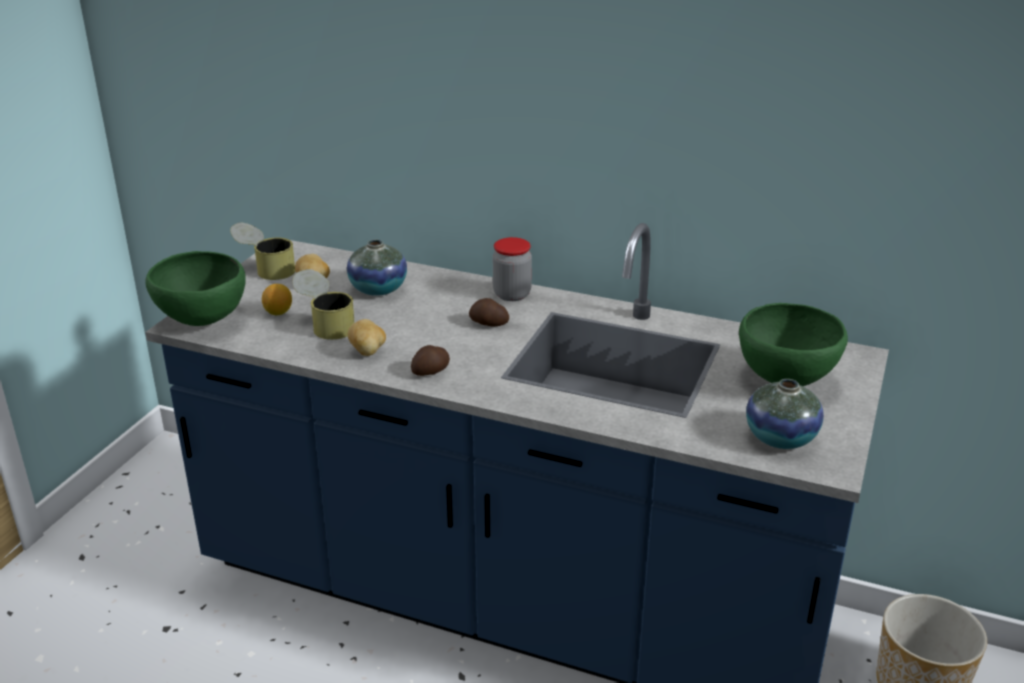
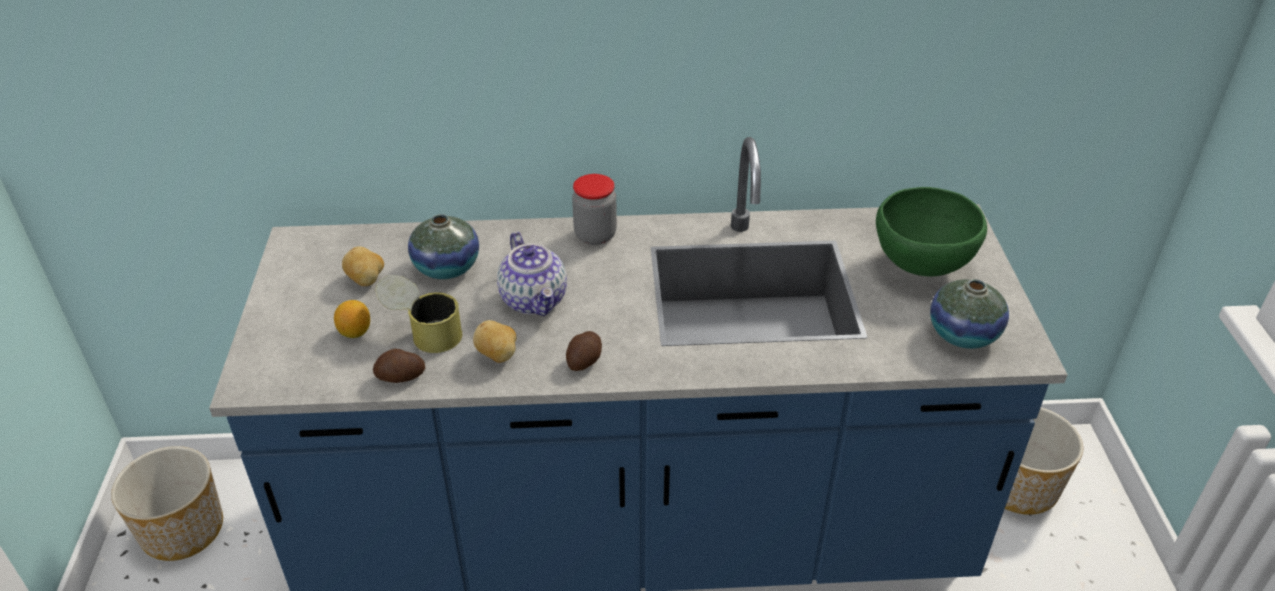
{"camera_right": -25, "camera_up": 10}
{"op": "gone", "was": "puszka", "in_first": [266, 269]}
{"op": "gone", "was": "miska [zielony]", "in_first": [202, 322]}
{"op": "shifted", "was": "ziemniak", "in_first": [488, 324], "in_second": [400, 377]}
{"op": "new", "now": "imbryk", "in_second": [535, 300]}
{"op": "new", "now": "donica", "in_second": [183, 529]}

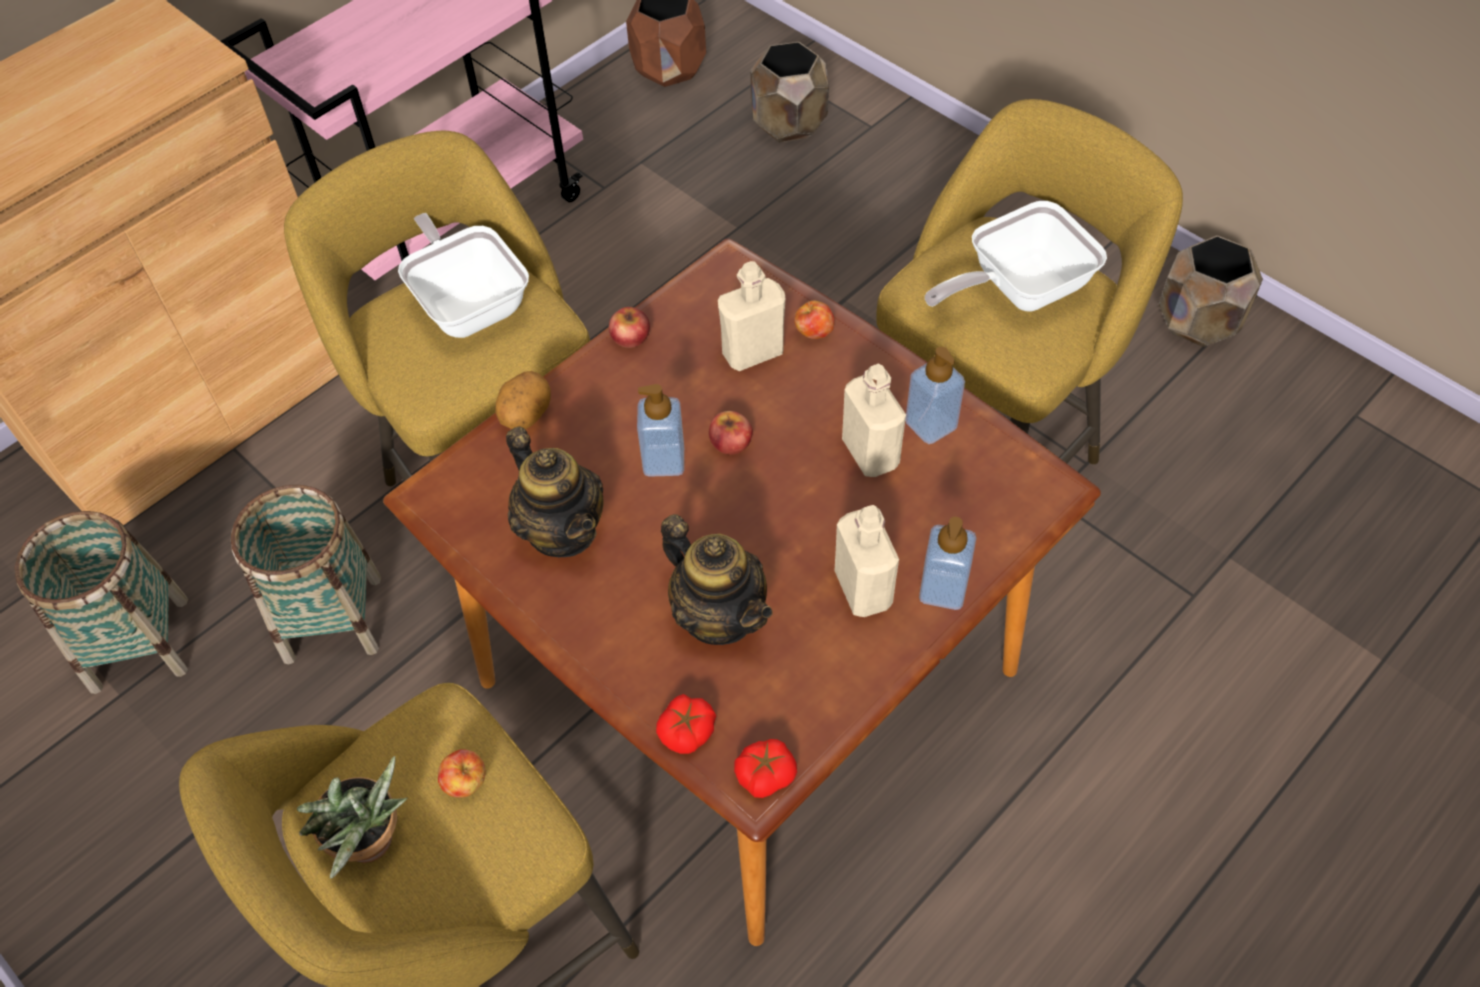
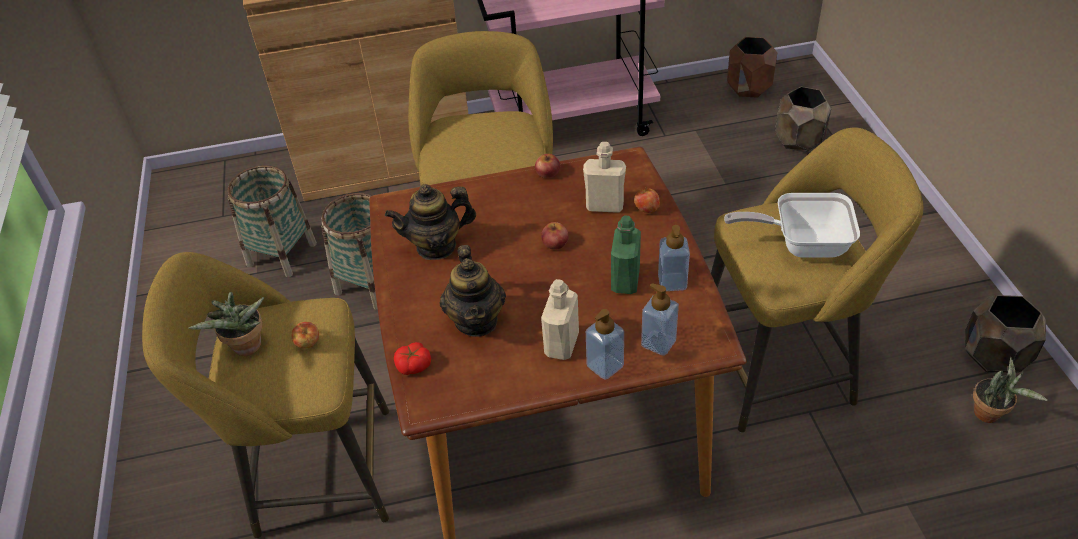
{"camera_right": 35, "camera_up": -10}
{"op": "gone", "was": "patelnia", "in_first": [467, 301]}
{"op": "repainted", "was": "butelka [beżowy]", "now": "butelka [zielony]", "in_first": [870, 453], "in_second": [625, 281]}
{"op": "gone", "was": "ziemniak", "in_first": [526, 415]}
{"op": "shifted", "was": "dozownik mydła", "in_first": [664, 461], "in_second": [658, 343]}
{"op": "rotated", "was": "imbryk", "in_first": [563, 530], "in_second": [436, 246], "clockwise": 75}
{"op": "gone", "was": "pomidor", "in_first": [765, 774]}
{"op": "new", "now": "roślina doniczkowa", "in_second": [990, 415]}

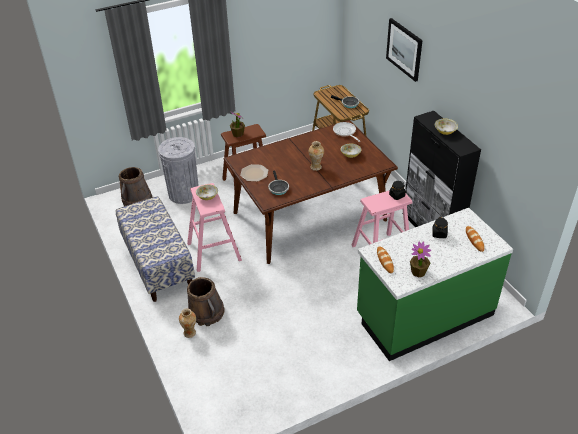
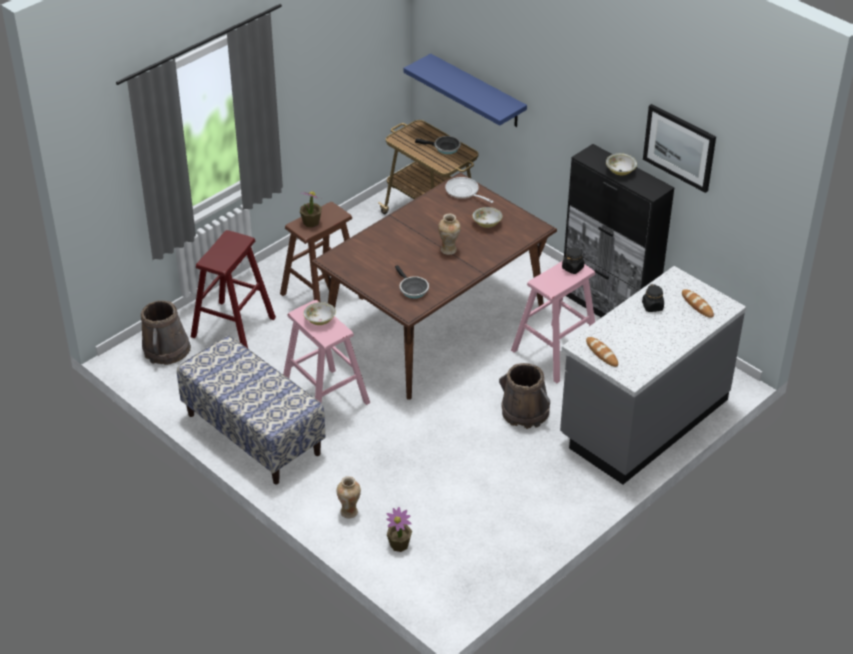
{"camera_right": -20, "camera_up": 0}
{"op": "shifted", "was": "obraz", "in_first": [404, 49], "in_second": [679, 147]}
{"op": "swapped", "was": "kosz na śmieci [szary]", "now": "stołek [czerwony]", "in_first": [183, 194], "in_second": [233, 327]}
{"op": "gone", "was": "talerz", "in_first": [254, 173]}
{"op": "repainted", "was": "zabudowa kuchenna [zielony]", "now": "zabudowa kuchenna [szary]", "in_first": [424, 315], "in_second": [643, 419]}
{"op": "shifted", "was": "roślina doniczkowa", "in_first": [418, 272], "in_second": [399, 544]}
{"op": "shifted", "was": "wiadro [brązowy]", "in_first": [206, 312], "in_second": [524, 412]}
{"op": "new", "now": "półka [niebieski]", "in_second": [477, 91]}

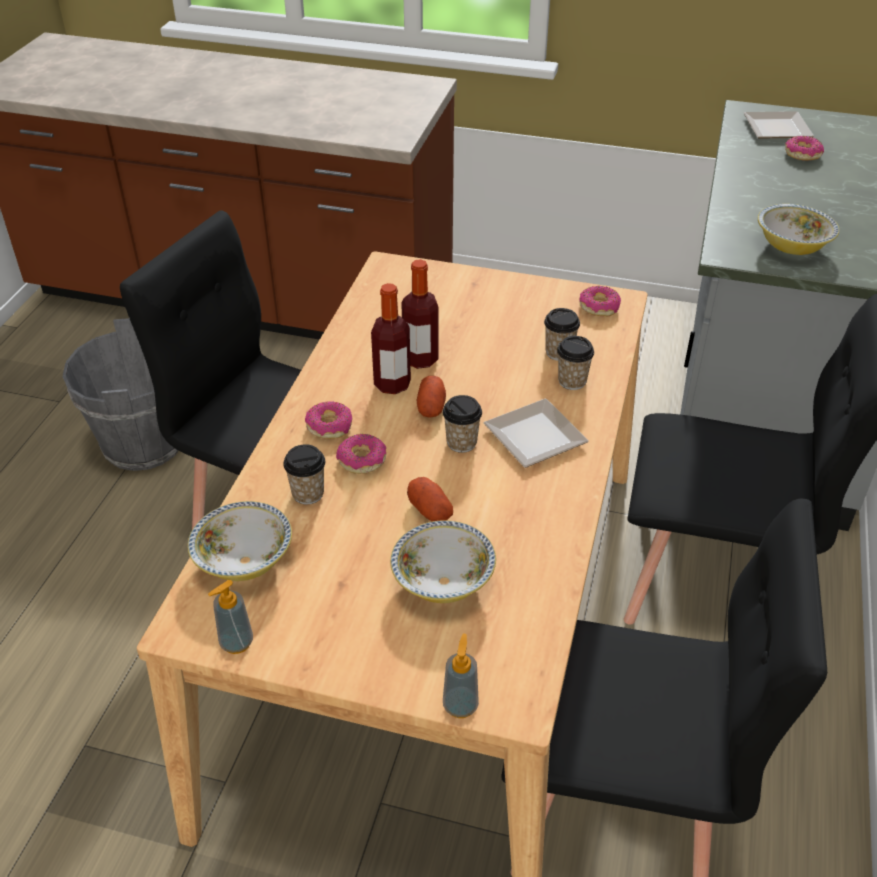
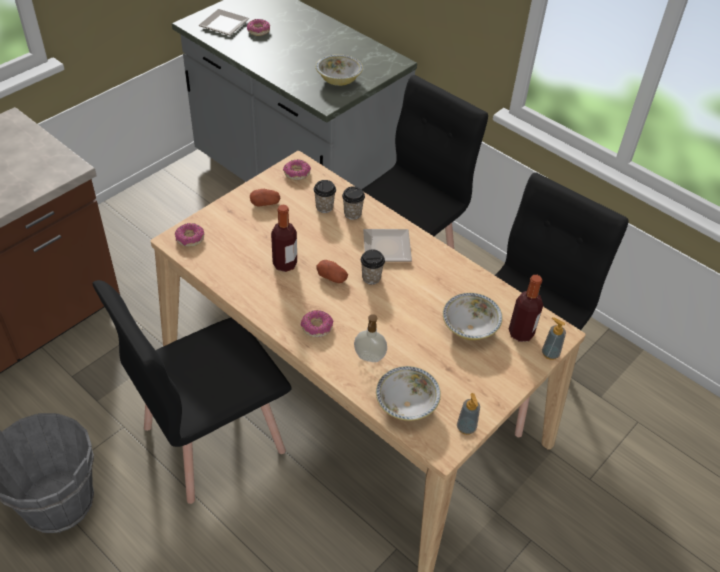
{"camera_right": -65, "camera_up": 5}
{"op": "shifted", "was": "butelka", "in_first": [392, 384], "in_second": [521, 333]}
{"op": "shifted", "was": "donut", "in_first": [362, 460], "in_second": [190, 239]}
{"op": "swapped", "was": "filiżanka", "now": "dozownik mydła", "in_first": [308, 493], "in_second": [369, 358]}
{"op": "shifted", "was": "ziemniak", "in_first": [430, 510], "in_second": [265, 203]}

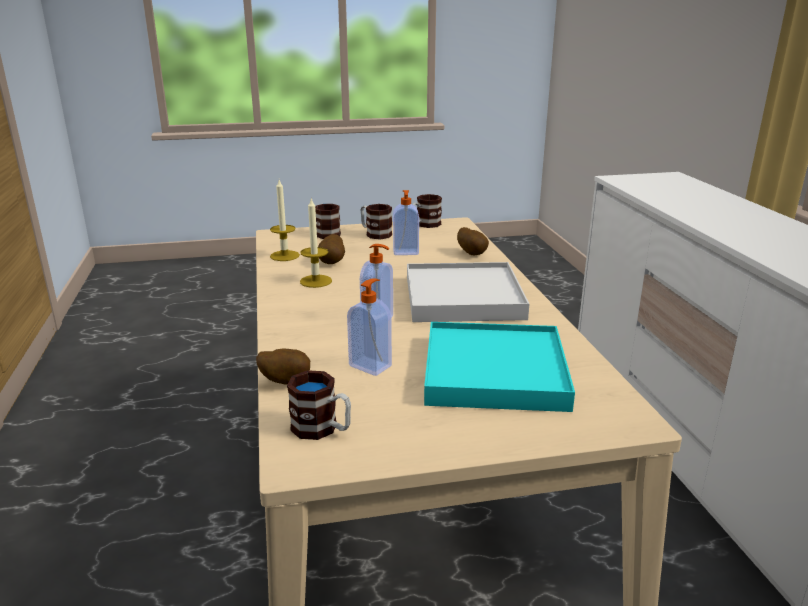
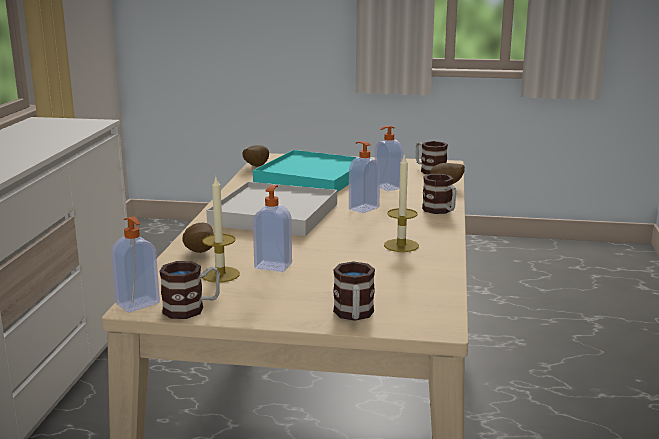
{"camera_right": -160, "camera_up": -5}
{"op": "shifted", "was": "świeca", "in_first": [284, 256], "in_second": [220, 274]}
{"op": "shifted", "was": "kubek", "in_first": [375, 234], "in_second": [440, 211]}
{"op": "shifted", "was": "ziemniak", "in_first": [332, 262], "in_second": [255, 166]}
{"op": "new", "now": "dozownik mydła", "in_second": [138, 304]}

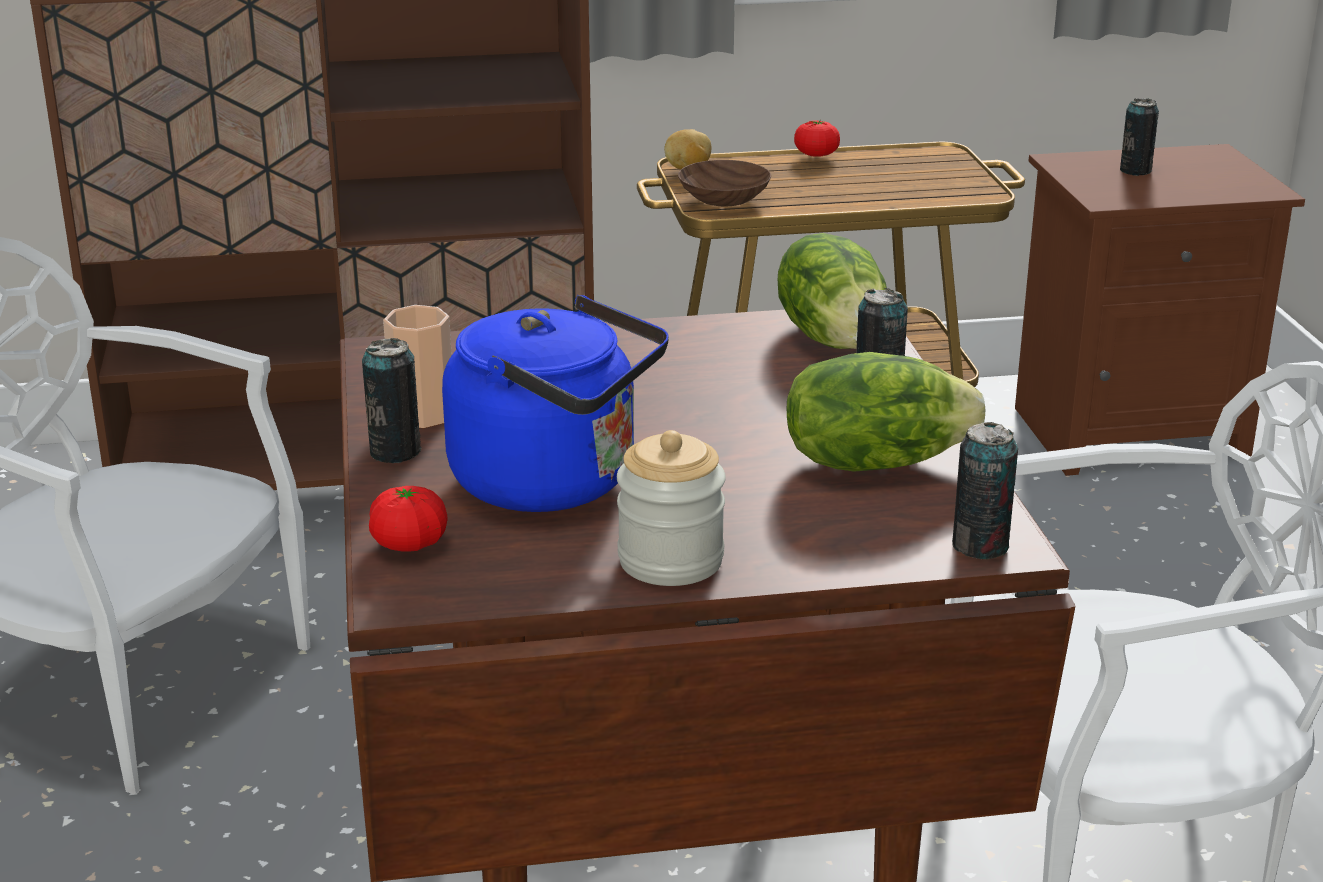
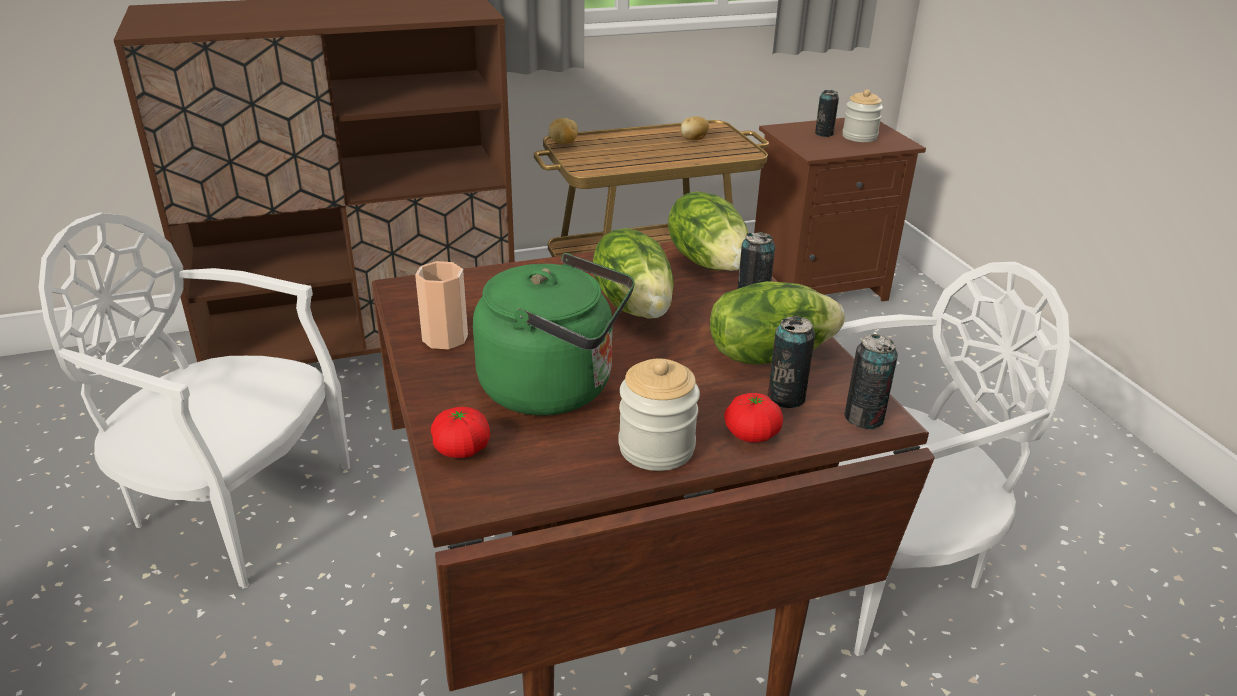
{"camera_right": -10, "camera_up": 5}
{"op": "shifted", "was": "pomidor", "in_first": [816, 154], "in_second": [751, 434]}
{"op": "gone", "was": "miska [brązowy]", "in_first": [726, 198]}
{"op": "repainted", "was": "czajnik [niebieski]", "now": "czajnik [zielony]", "in_first": [556, 483], "in_second": [555, 388]}
{"op": "shifted", "was": "puszka", "in_first": [395, 452], "in_second": [786, 397]}
{"op": "new", "now": "słoik", "in_second": [859, 137]}
{"op": "new", "now": "ziemniak", "in_second": [693, 139]}
{"op": "new", "now": "sałata", "in_second": [635, 305]}

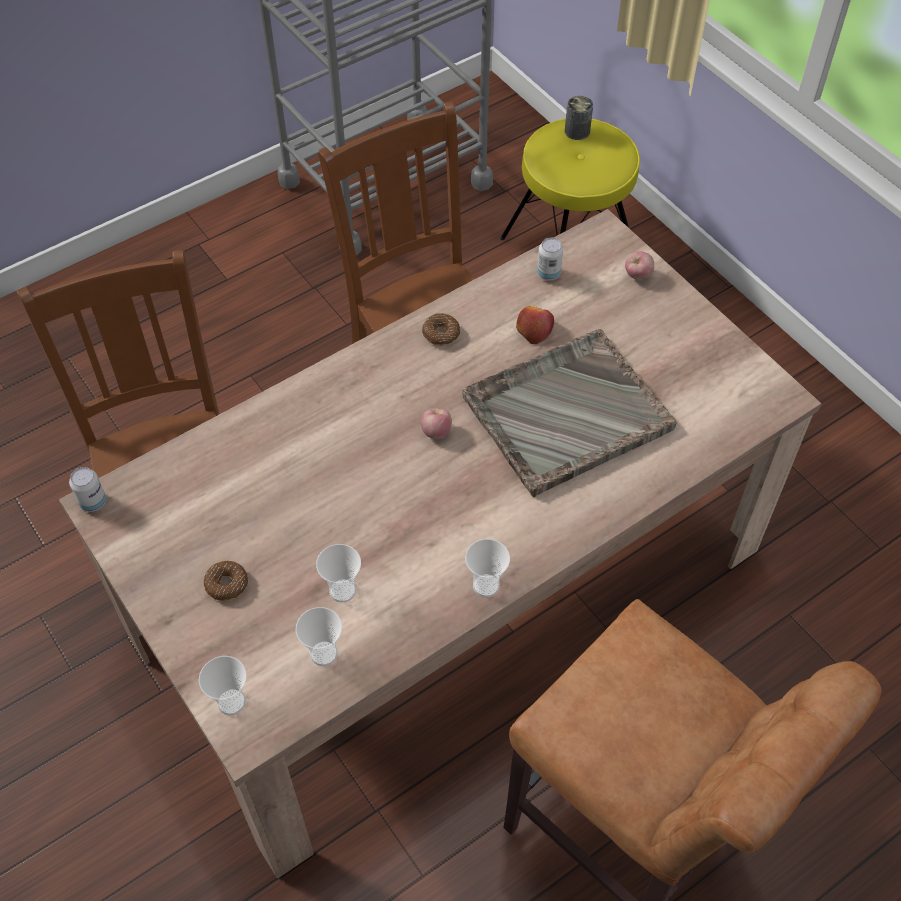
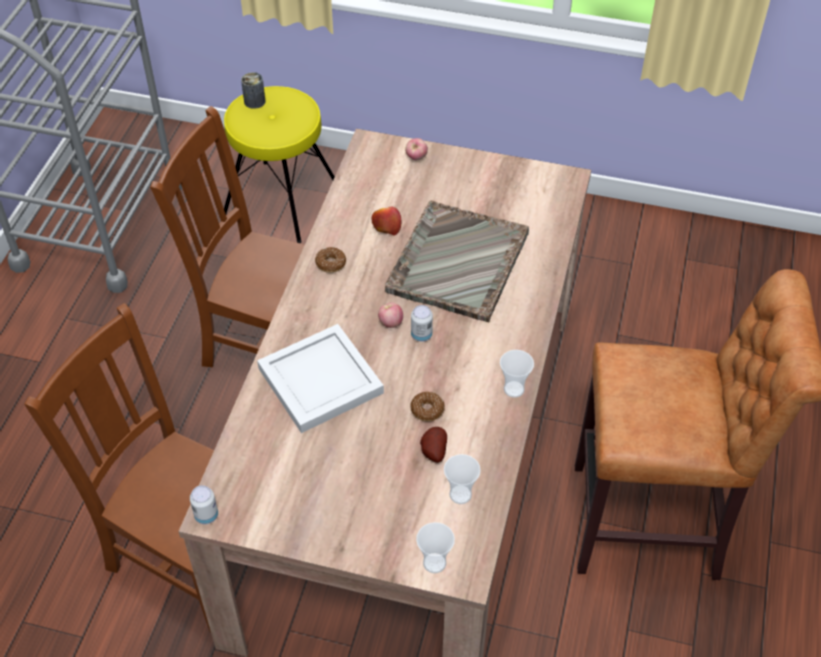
{"camera_right": -40, "camera_up": -5}
{"op": "shifted", "was": "puszka", "in_first": [548, 273], "in_second": [421, 335]}
{"op": "swapped", "was": "filiżanka", "now": "ziemniak", "in_first": [342, 590], "in_second": [432, 451]}
{"op": "shifted", "was": "donut", "in_first": [226, 584], "in_second": [427, 410]}
{"op": "new", "now": "taca [biały]", "in_second": [321, 379]}

